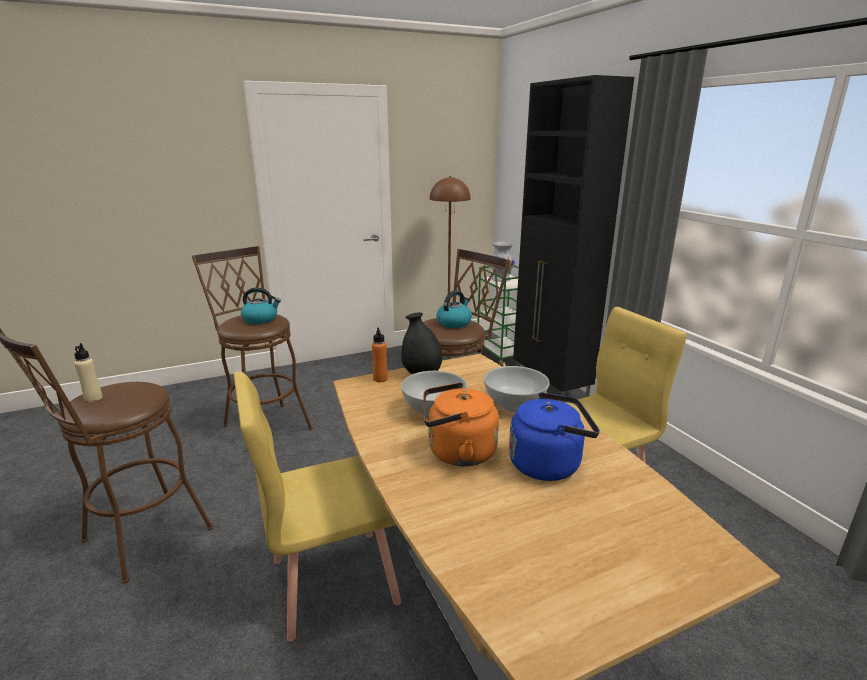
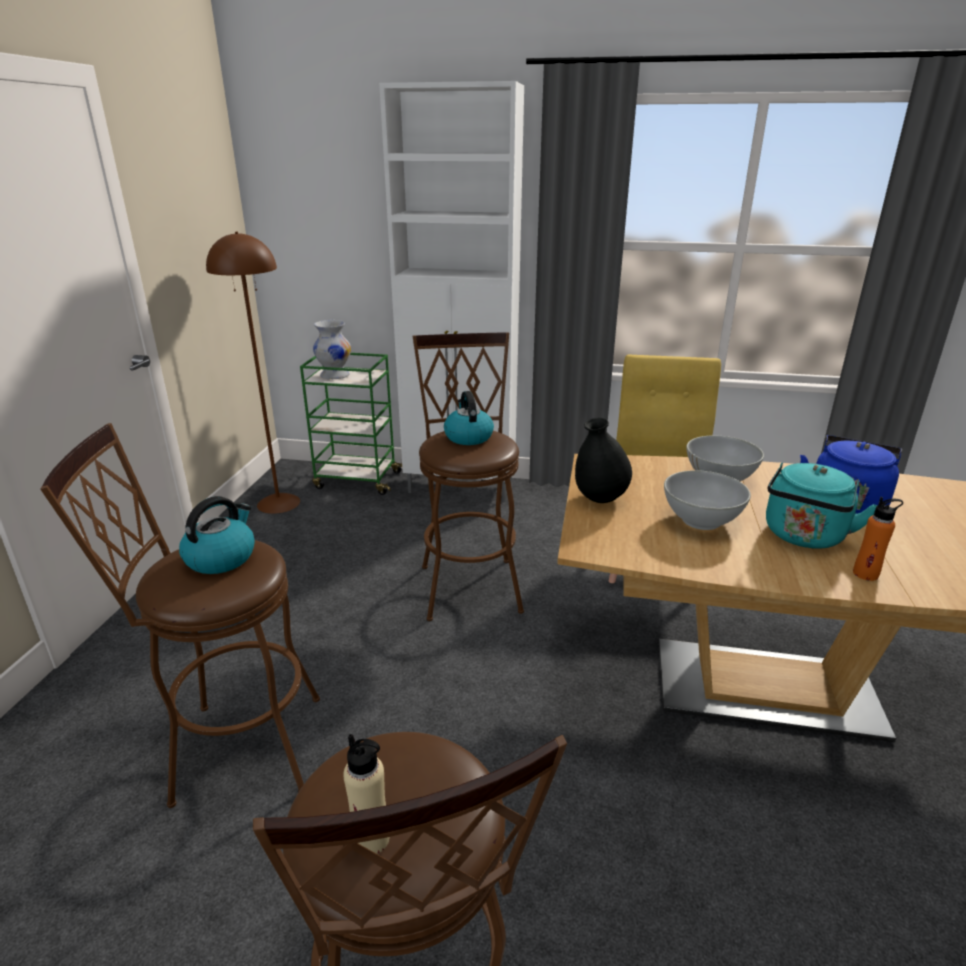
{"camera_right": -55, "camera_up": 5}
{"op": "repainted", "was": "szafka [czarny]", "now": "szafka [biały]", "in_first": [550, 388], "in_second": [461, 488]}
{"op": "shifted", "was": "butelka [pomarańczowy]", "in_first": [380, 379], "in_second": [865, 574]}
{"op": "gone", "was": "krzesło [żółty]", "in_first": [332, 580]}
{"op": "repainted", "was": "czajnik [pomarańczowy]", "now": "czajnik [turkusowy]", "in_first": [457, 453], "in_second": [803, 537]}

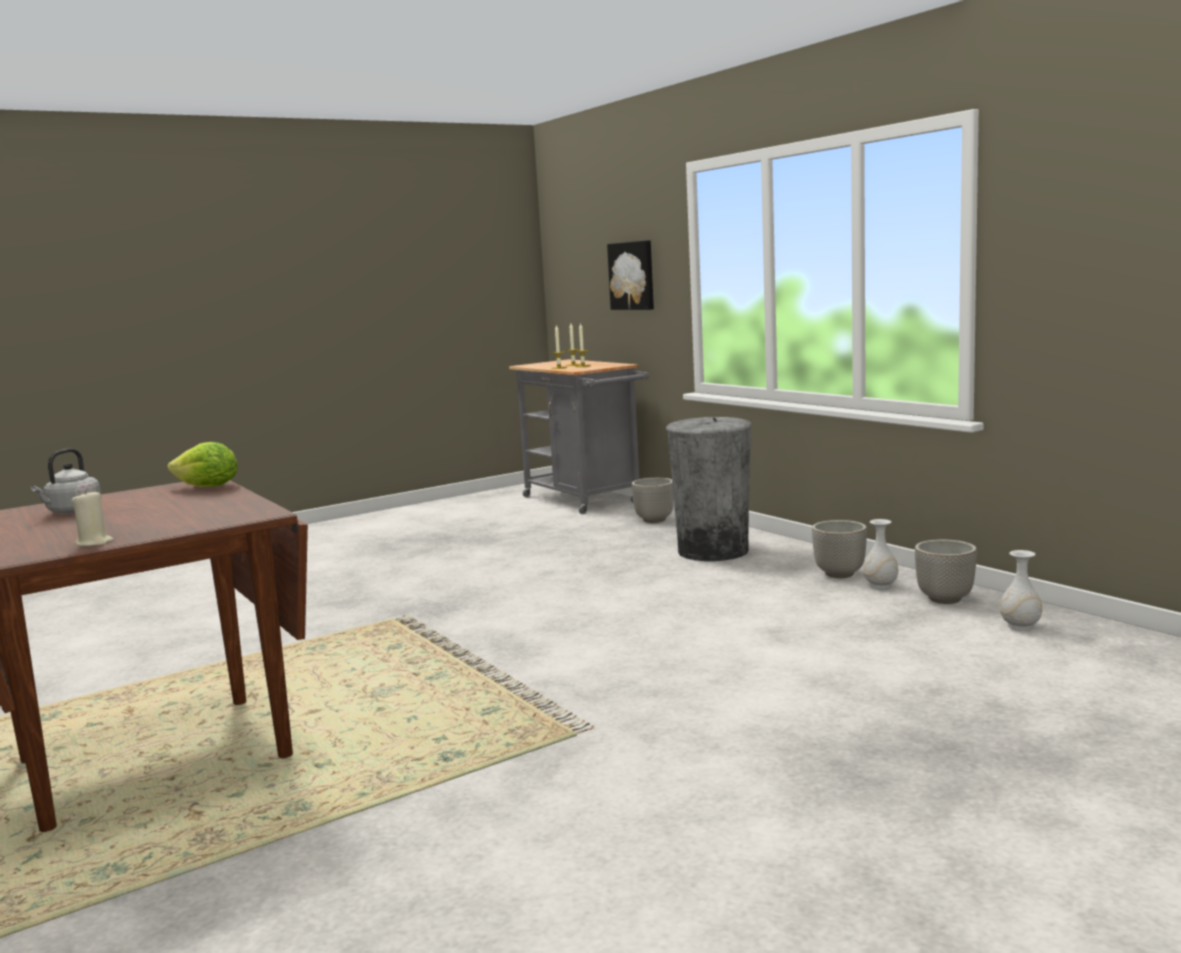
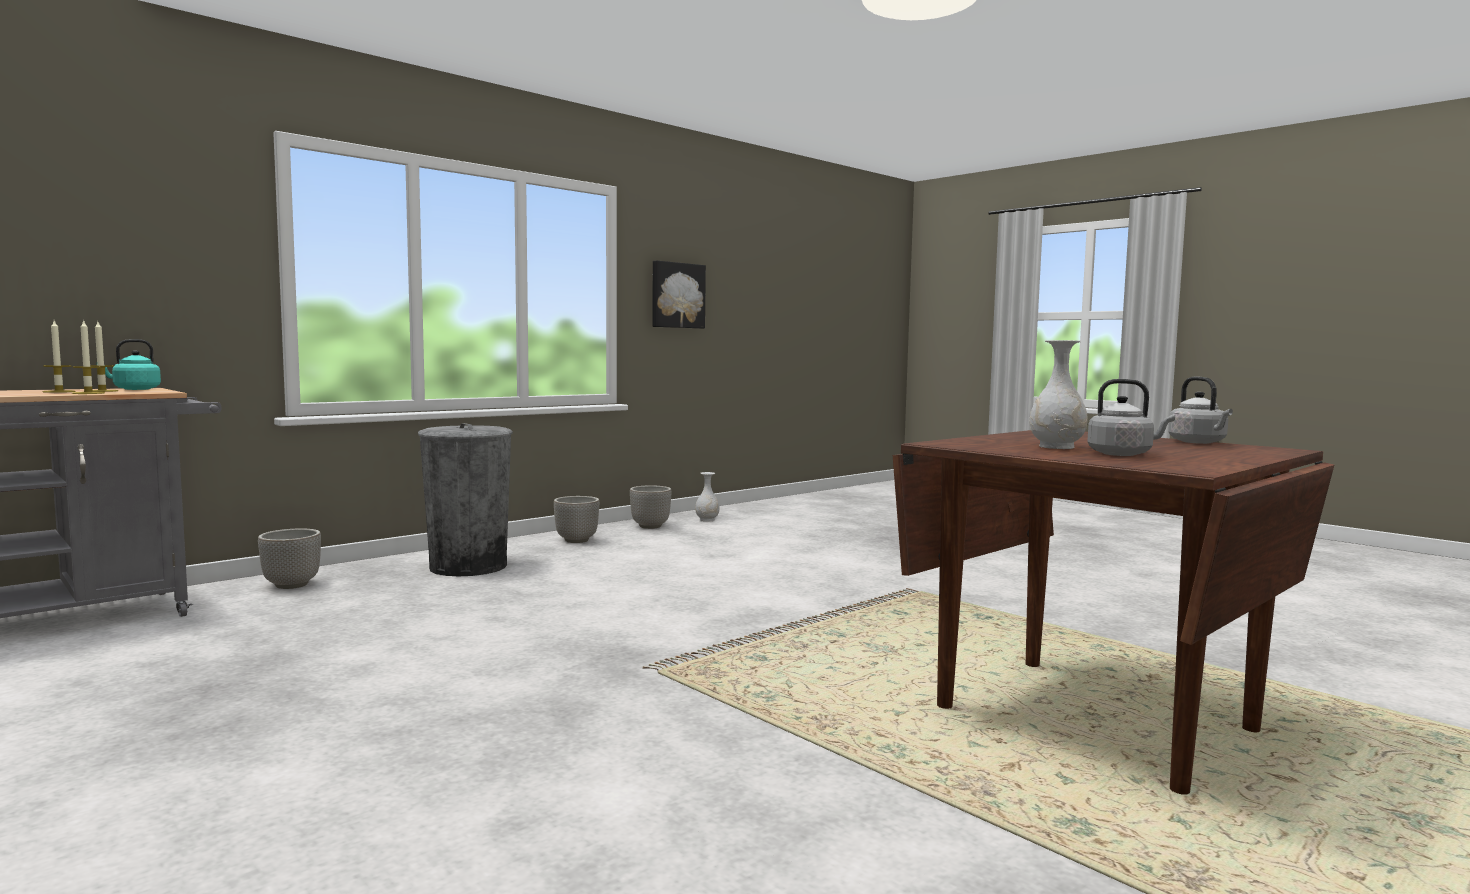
{"camera_right": -100, "camera_up": -5}
{"op": "shifted", "was": "obraz", "in_first": [633, 275], "in_second": [677, 295]}
{"op": "gone", "was": "sałata", "in_first": [208, 487]}
{"op": "swapped", "was": "świeca [beżowy]", "now": "czajnik [szary]", "in_first": [94, 543], "in_second": [1199, 442]}
{"op": "shifted", "was": "wazon [biały]", "in_first": [880, 586], "in_second": [1057, 447]}
{"op": "new", "now": "czajnik [turkusowy]", "in_second": [134, 389]}

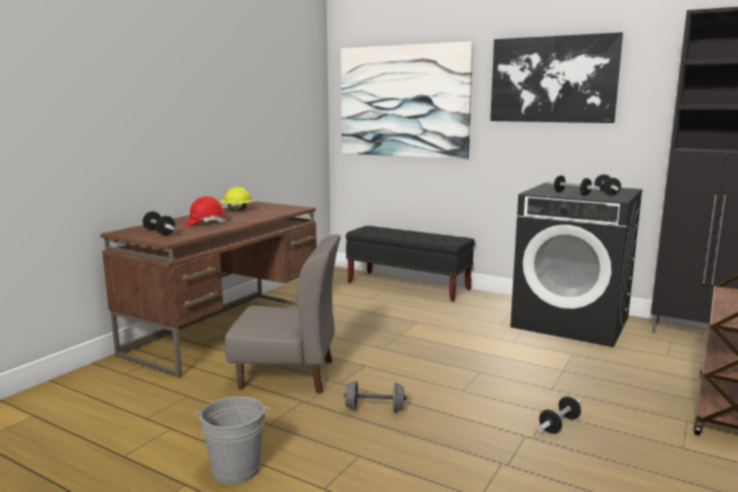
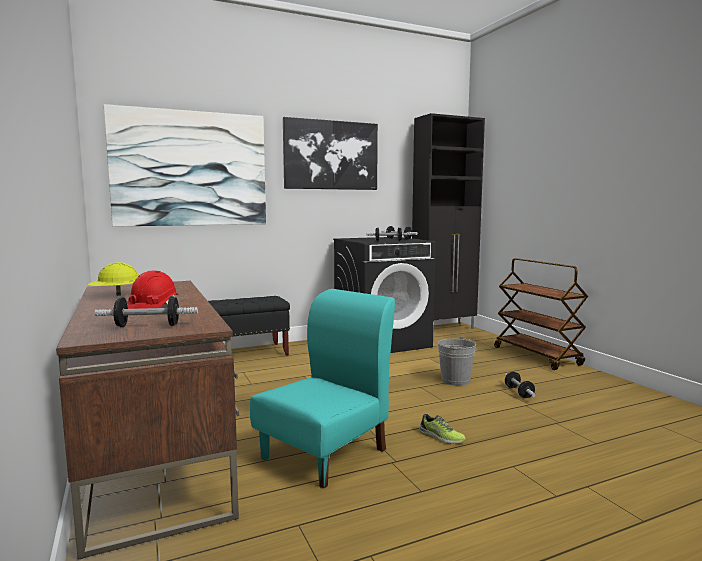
{"camera_right": -55, "camera_up": -5}
{"op": "repainted", "was": "krzesło [szary]", "now": "krzesło [turkusowy]", "in_first": [288, 374], "in_second": [326, 453]}
{"op": "swapped", "was": "hantel [szary]", "now": "but", "in_first": [375, 409], "in_second": [441, 437]}
{"op": "shifted", "was": "wiadro [szary]", "in_first": [236, 469], "in_second": [455, 380]}

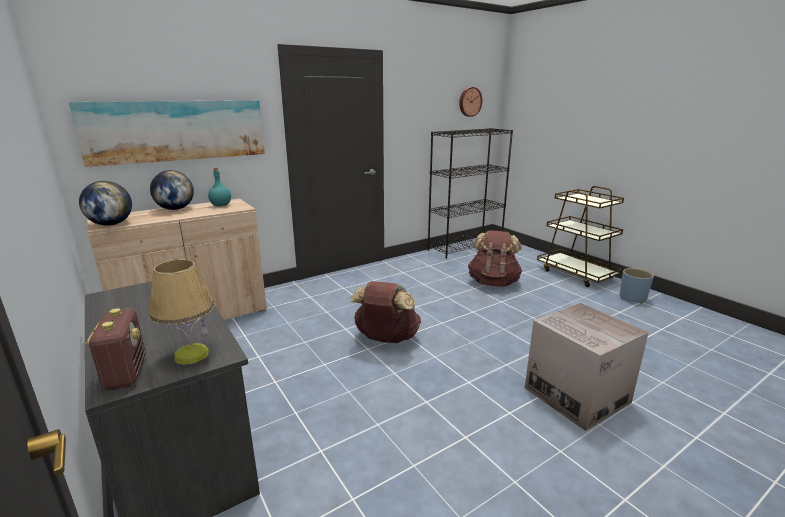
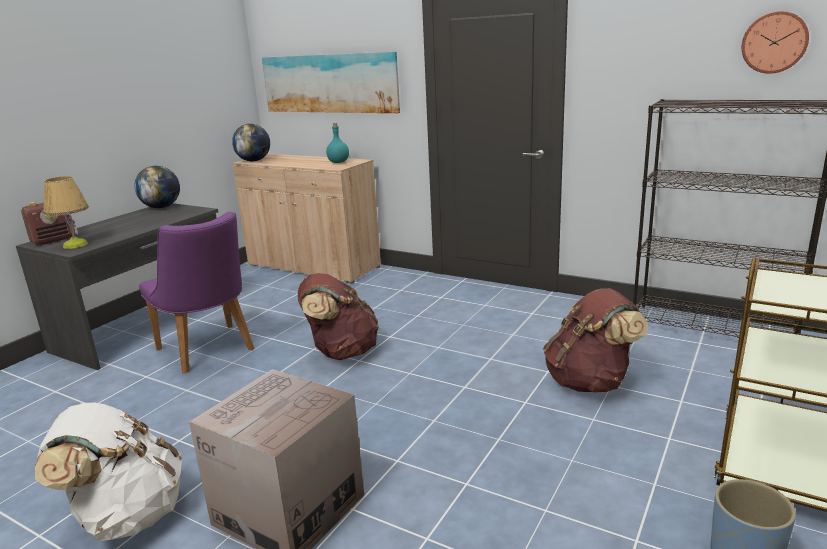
{"camera_right": 65, "camera_up": 0}
{"op": "shifted", "was": "globus", "in_first": [175, 209], "in_second": [161, 207]}
{"op": "new", "now": "krzesło [fioletowy]", "in_second": [210, 352]}
{"op": "new", "now": "plecak [biały]", "in_second": [127, 515]}

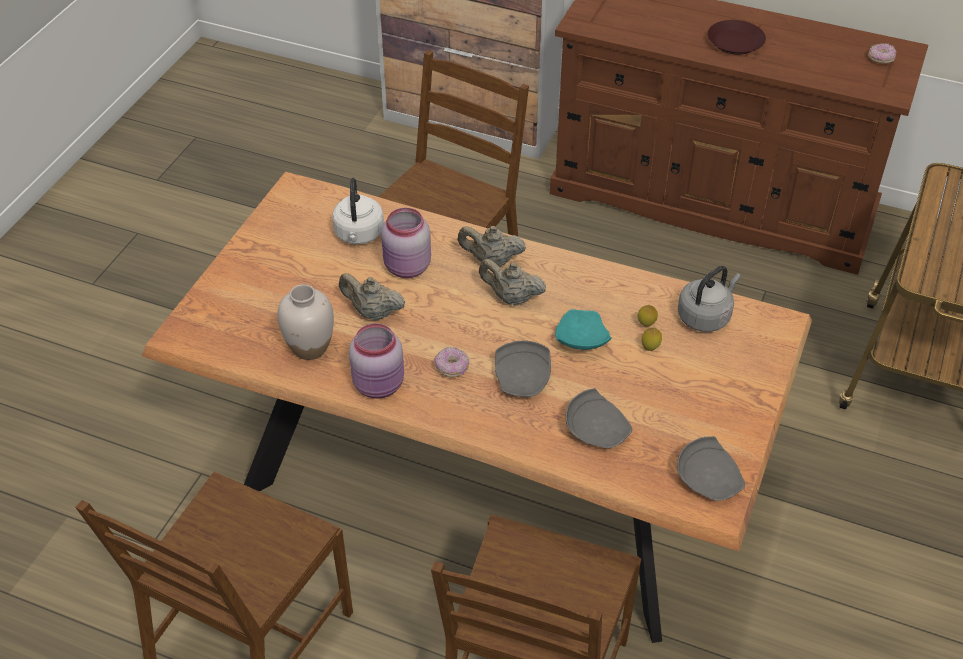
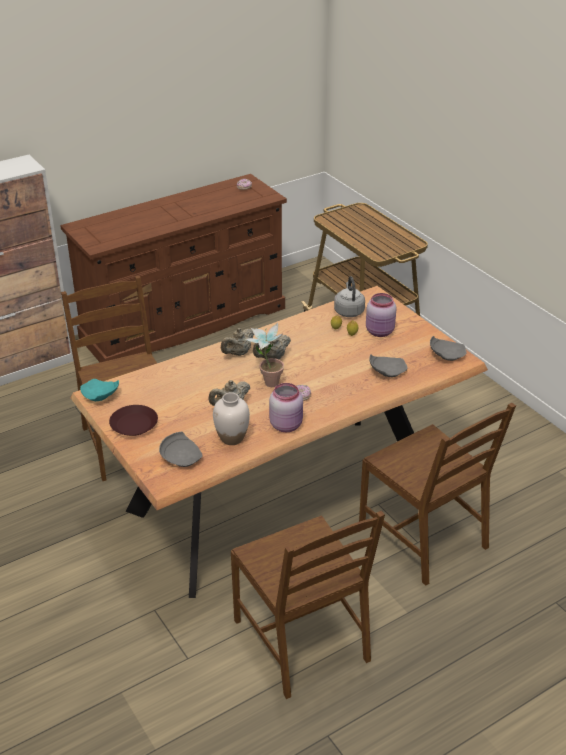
{"camera_right": -55, "camera_up": -10}
{"op": "shifted", "was": "talerz [brązowy]", "in_first": [734, 42], "in_second": [133, 425]}
{"op": "gone", "was": "czajnik [biały]", "in_first": [359, 235]}
{"op": "shifted", "was": "słoik [różowy]", "in_first": [407, 268], "in_second": [380, 332]}
{"op": "shifted", "was": "talerz [turkusowy]", "in_first": [580, 340], "in_second": [100, 396]}
{"op": "shifted", "was": "talerz [szary]", "in_first": [523, 379], "in_second": [182, 457]}
{"op": "new", "now": "roślina doniczkowa", "in_second": [267, 381]}

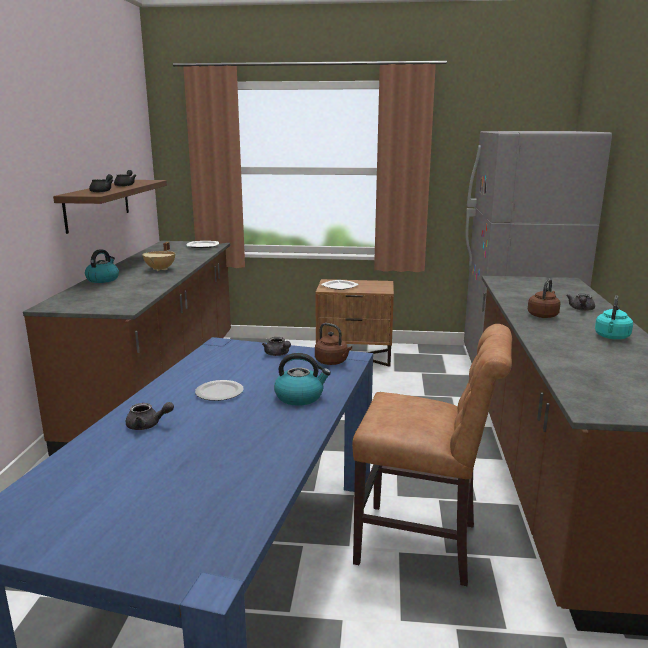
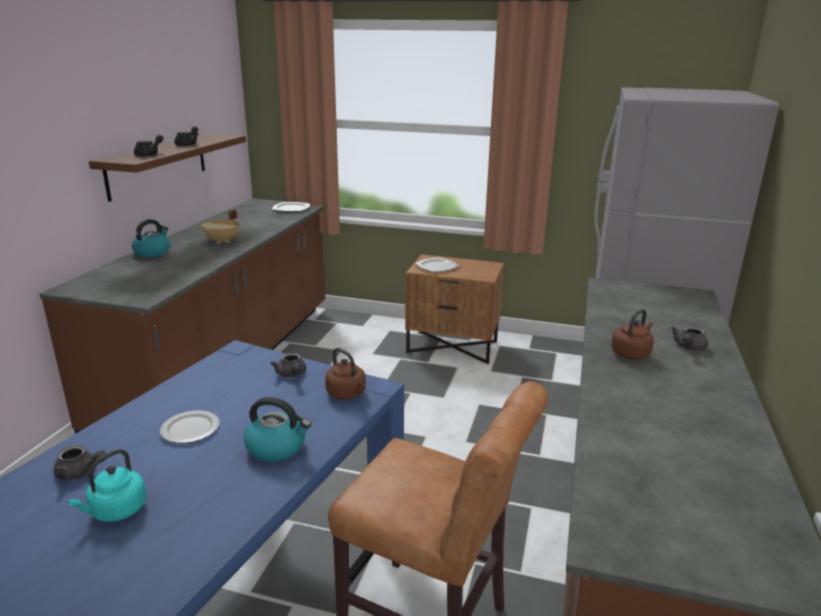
{"camera_right": 10, "camera_up": 5}
{"op": "shifted", "was": "czajnik [turkusowy]", "in_first": [611, 337], "in_second": [116, 511]}

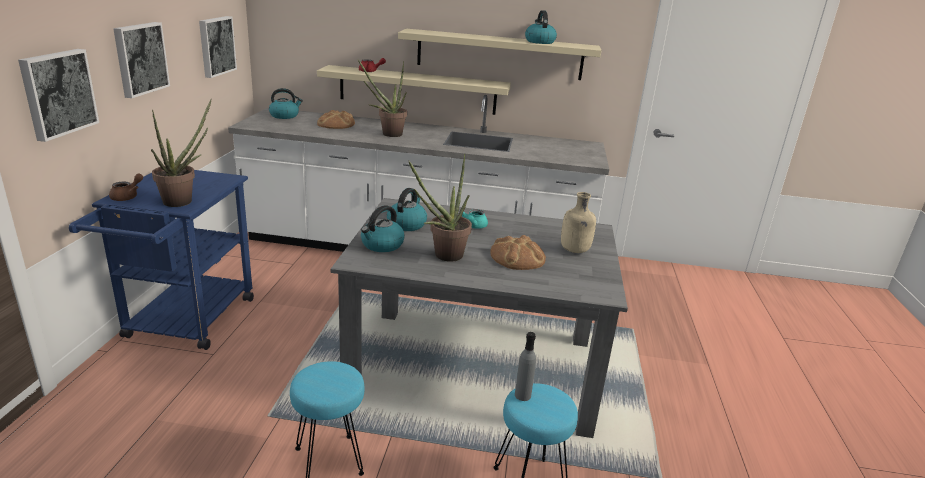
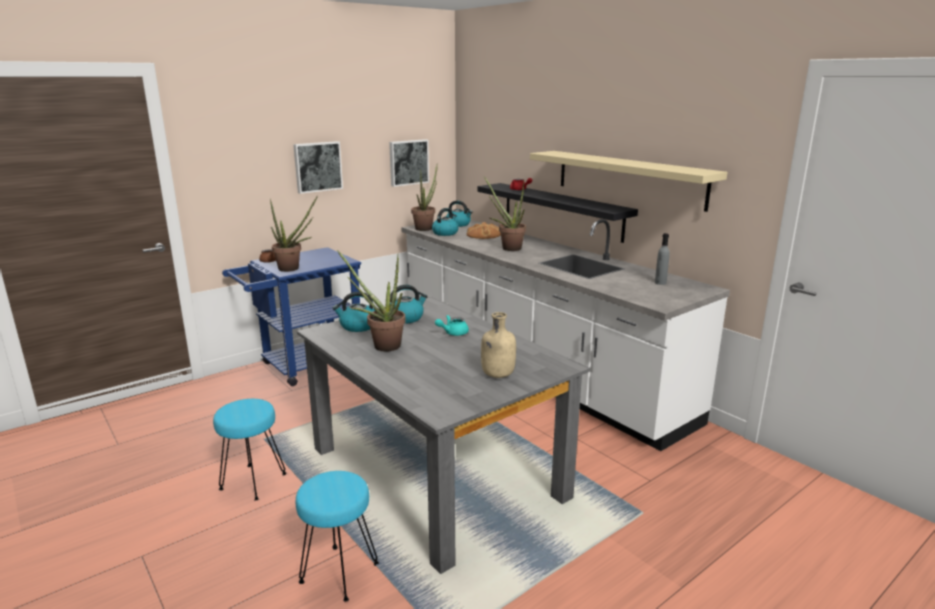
{"camera_right": 45, "camera_up": -5}
{"op": "shifted", "was": "czajnik", "in_first": [539, 42], "in_second": [445, 233]}
{"op": "gone", "was": "obraz", "in_first": [57, 93]}
{"op": "repainted", "was": "półka [beżowy]", "now": "półka [czarny]", "in_first": [417, 90], "in_second": [561, 211]}
{"op": "gone", "was": "chleb", "in_first": [518, 257]}
{"op": "shifted", "was": "butelka [szary]", "in_first": [522, 395], "in_second": [660, 283]}
{"op": "new", "now": "roślina doniczkowa", "in_second": [425, 228]}

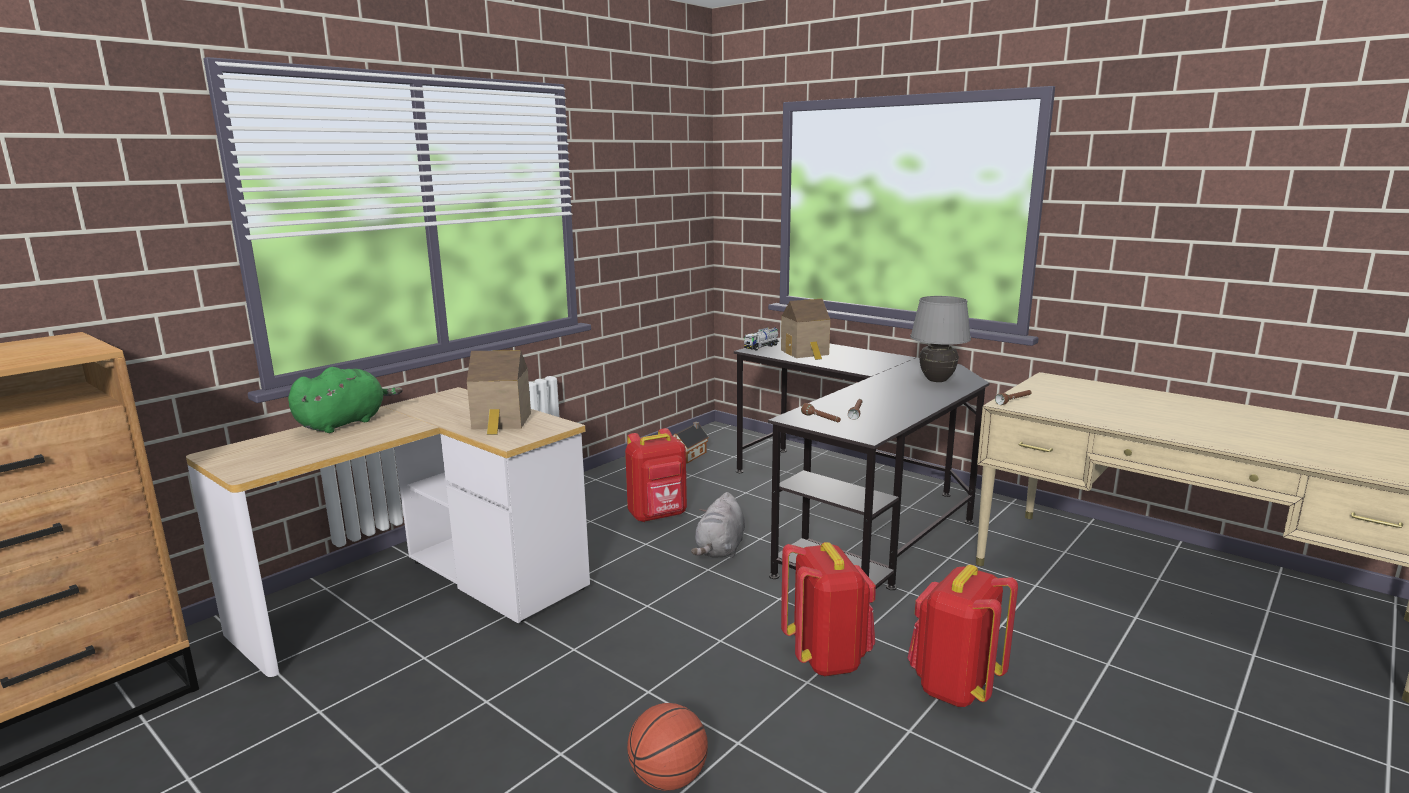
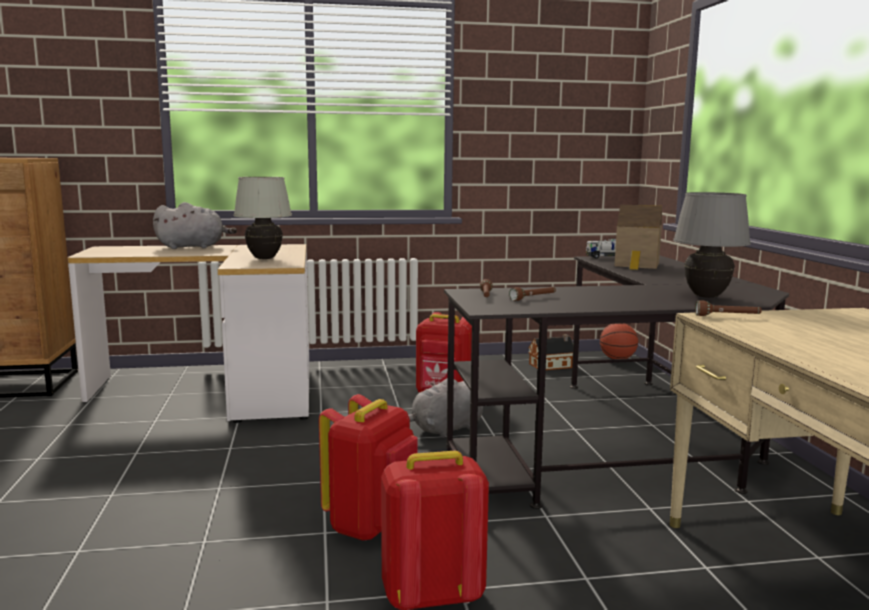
{"camera_right": 40, "camera_up": -5}
{"op": "swapped", "was": "domek", "now": "lampa stołowa [biały]", "in_first": [501, 422], "in_second": [265, 259]}
{"op": "repainted", "was": "pluszak [zielony]", "now": "pluszak [szary]", "in_first": [344, 423], "in_second": [193, 247]}
{"op": "shifted", "was": "piłka do koszykówki", "in_first": [668, 778], "in_second": [617, 359]}

